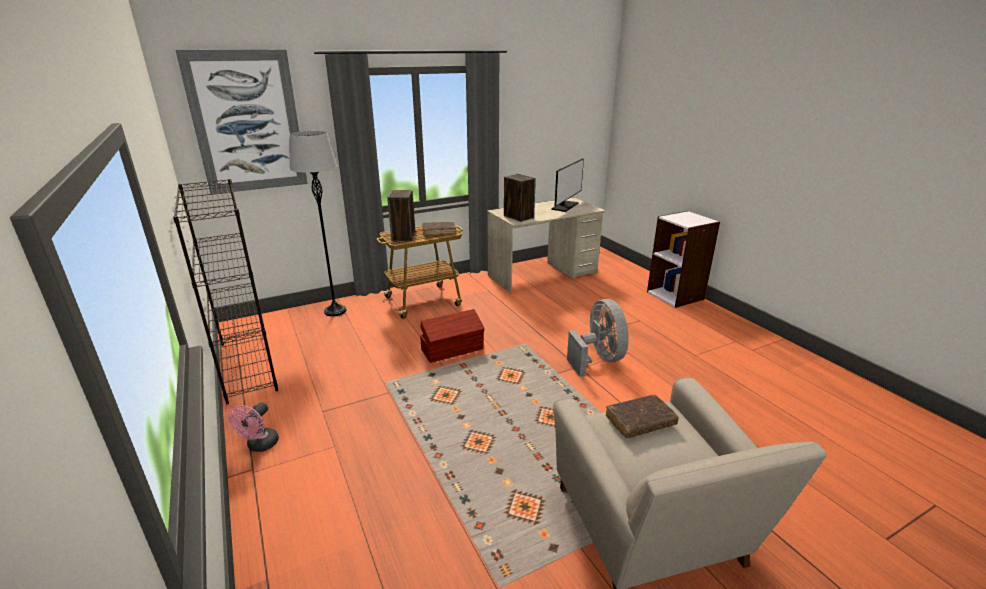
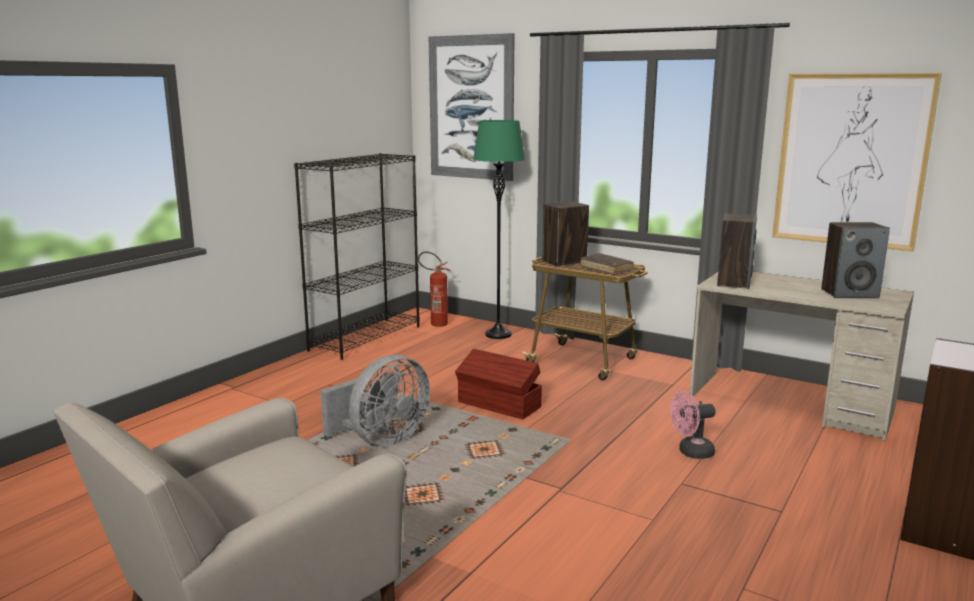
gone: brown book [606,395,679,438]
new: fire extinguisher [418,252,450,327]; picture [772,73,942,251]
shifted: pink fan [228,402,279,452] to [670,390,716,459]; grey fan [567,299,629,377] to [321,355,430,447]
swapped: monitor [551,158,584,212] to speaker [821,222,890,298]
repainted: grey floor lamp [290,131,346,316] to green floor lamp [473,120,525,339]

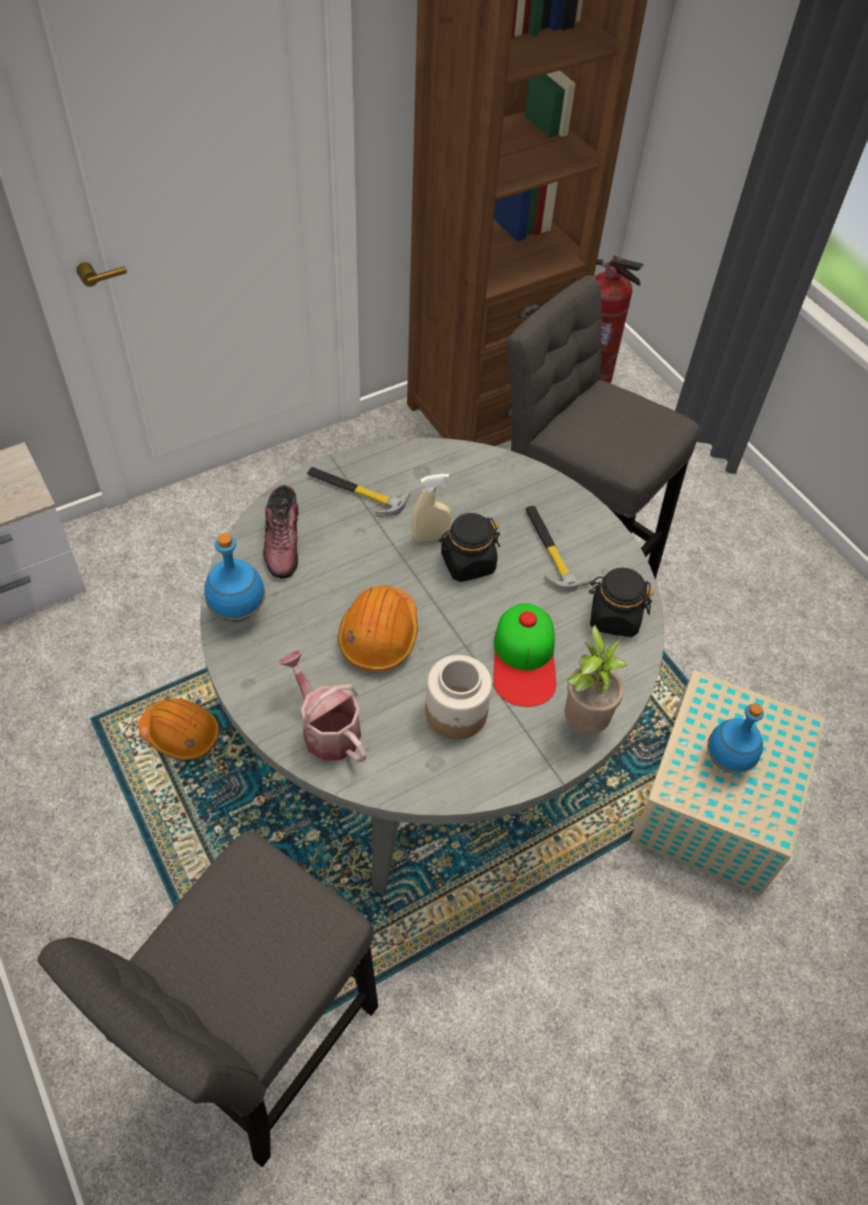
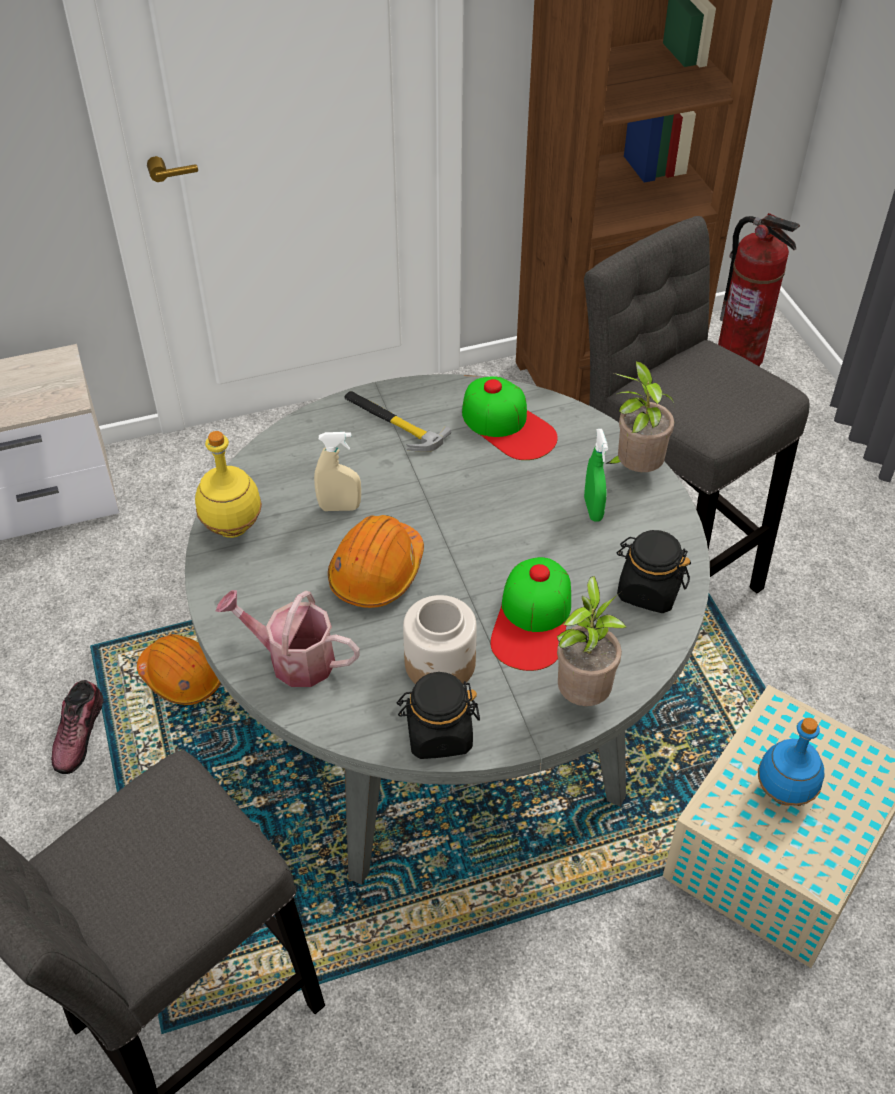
new: cap [462,376,558,460]; potted plant [605,361,675,472]
shifted: shoe [263,485,299,578] to [51,680,104,774]; beige spray bottle [411,474,451,542] to [314,432,361,511]; black jar [439,513,500,582] to [397,672,480,759]
swapped: hammer [525,506,591,592] to green spray bottle [584,429,608,522]
repainted: blue bottle [205,533,265,622] to yellow bottle [195,431,262,538]
rotated: watering can [279,650,366,762] = [216,590,360,687] 45 degrees counterclockwise

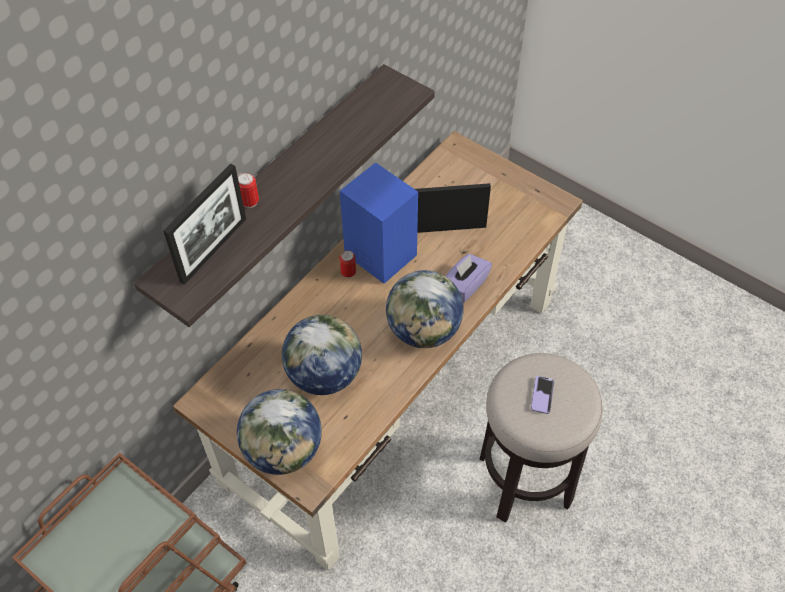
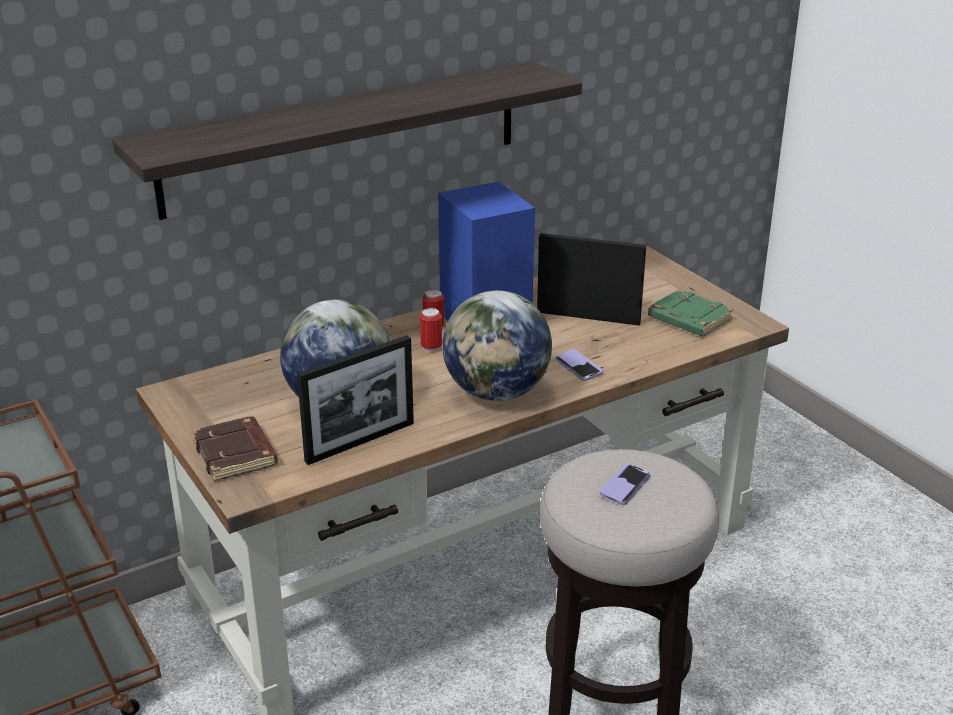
new: green book [648,289,733,336]
shifted: picture frame [163,163,246,285] to [297,335,414,465]; can [238,173,259,208] to [420,308,442,352]
swapped: globe [237,389,322,475] to brown book [192,416,278,481]; purple tissue box [446,254,492,303] to phone [555,349,603,381]

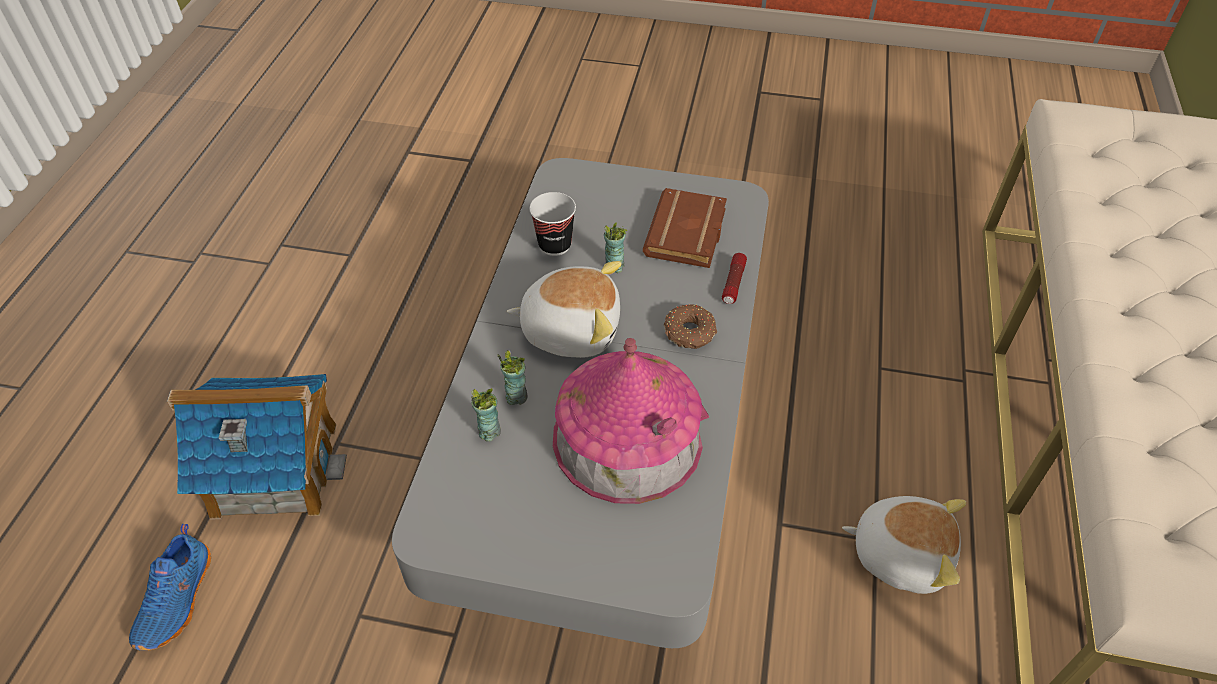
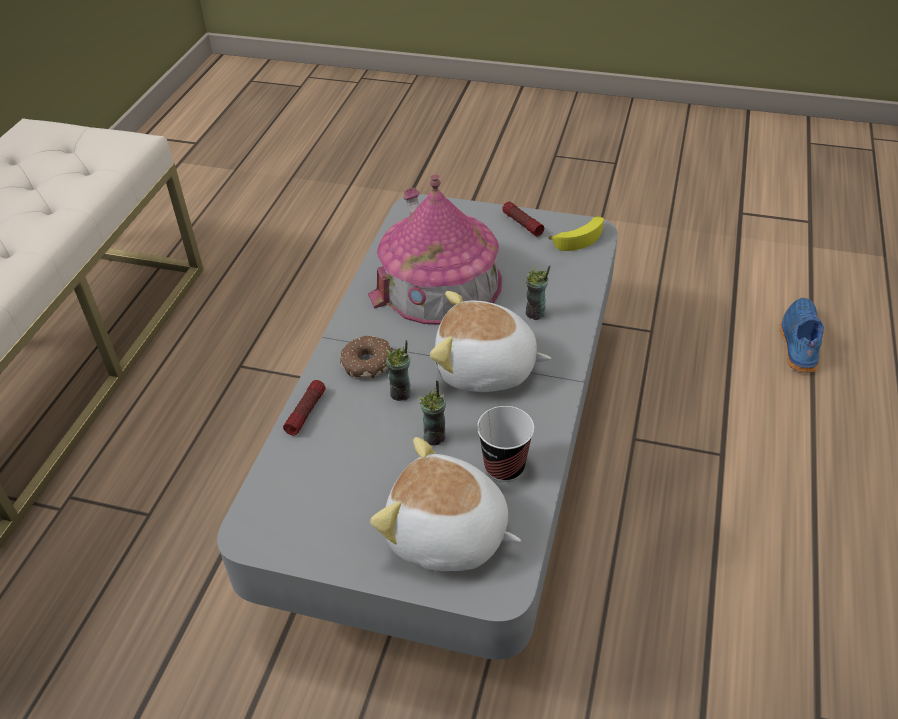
gone: toy house [167,374,347,520]; brown book [643,188,727,268]
new: flashlight [502,202,544,236]; banana [548,216,604,251]
shifted: cup [471,388,501,442] to [386,340,411,401]; plush toy [842,496,966,594] to [370,437,521,571]

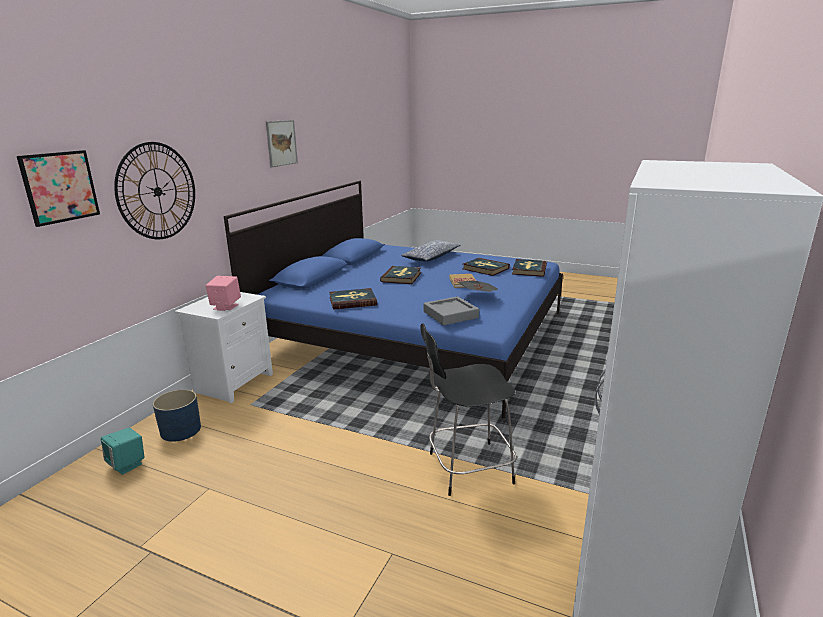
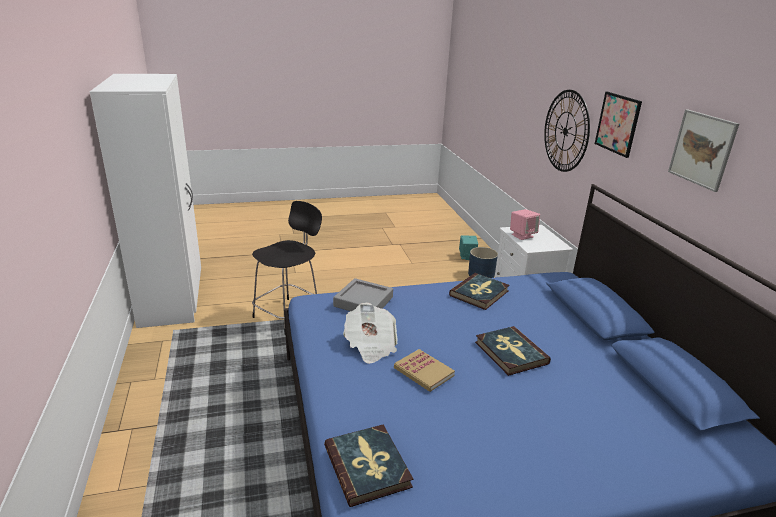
gone: pillow [401,240,460,261]; book [463,258,510,276]
shifted: picture [17,150,100,227] to [595,92,642,158]

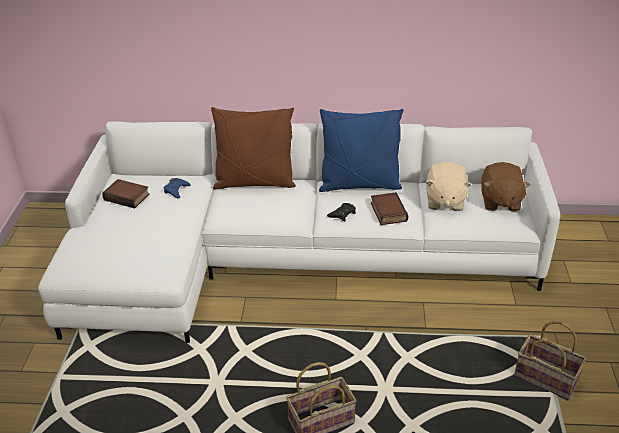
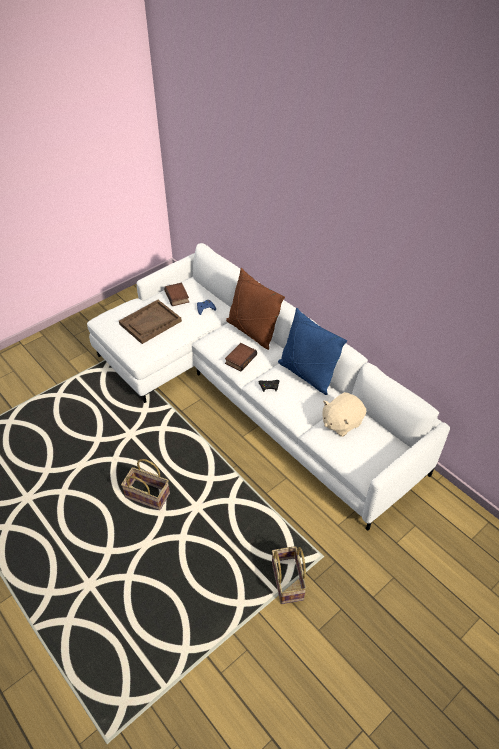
gone: brown plush toy [481,162,530,211]
new: brown tray [119,300,182,344]
shifted: book [371,192,408,225] to [225,343,257,371]

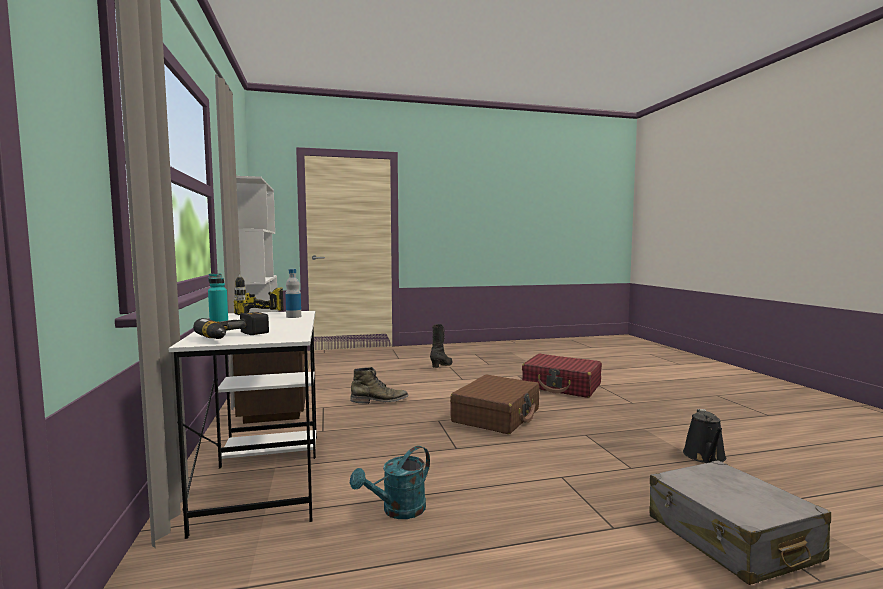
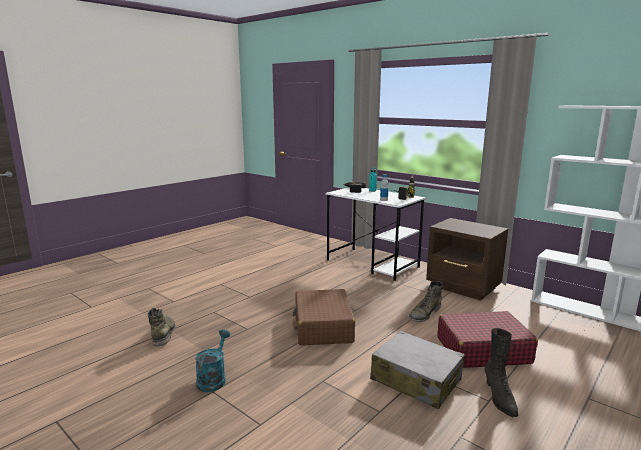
shifted: turquoise watering can [350,446,430,519] to [195,329,230,392]; red suitcase [522,354,602,398] to [437,311,538,368]; grey suitcase [650,460,831,585] to [370,330,465,409]
swapped: black watering can [683,409,727,463] to green boot [147,308,176,346]

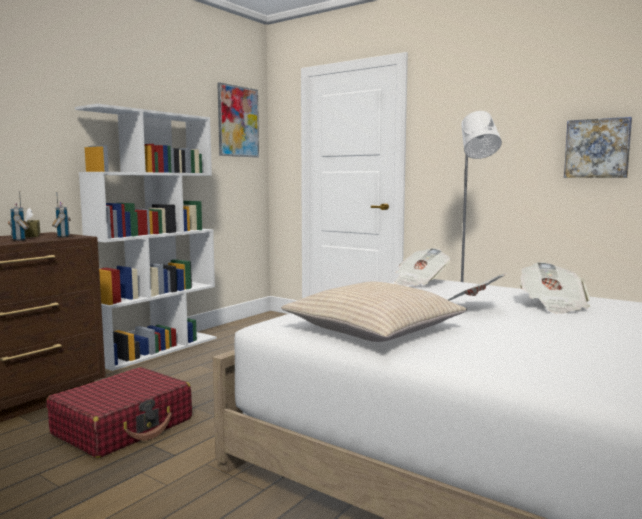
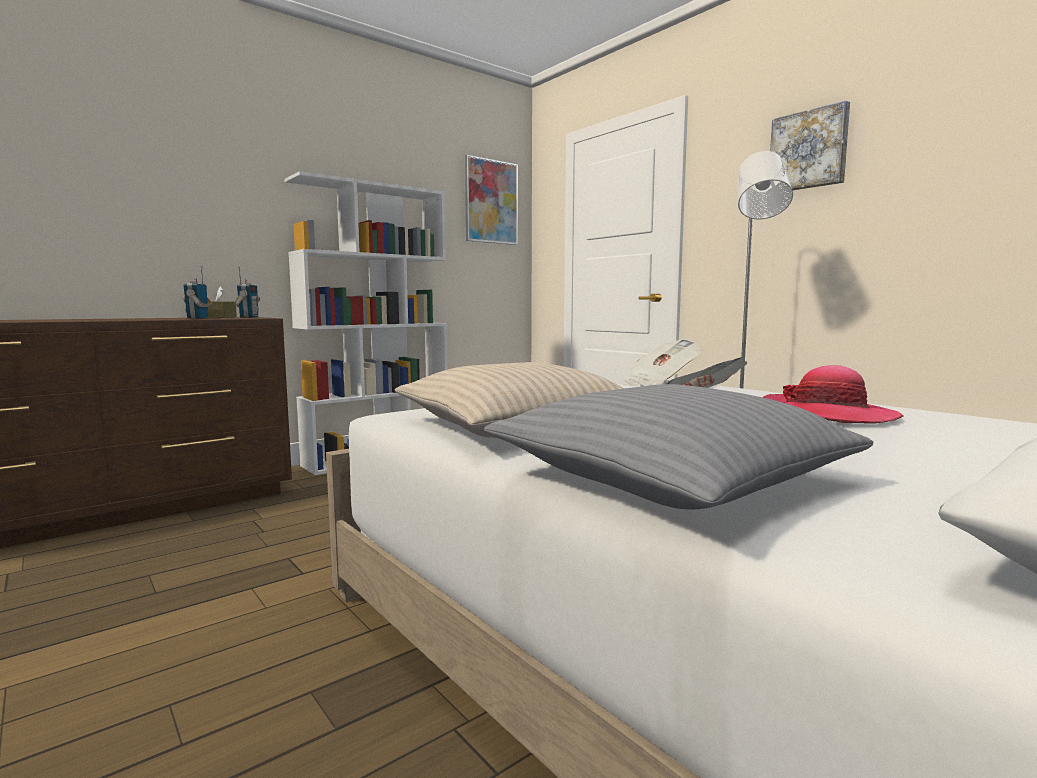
gone: red suitcase [46,367,192,458]
new: grey pillow [484,384,873,510]
shifted: picture [564,117,632,178] to [770,101,850,190]
swapped: newspaper [520,262,590,314] to hat [763,365,903,423]

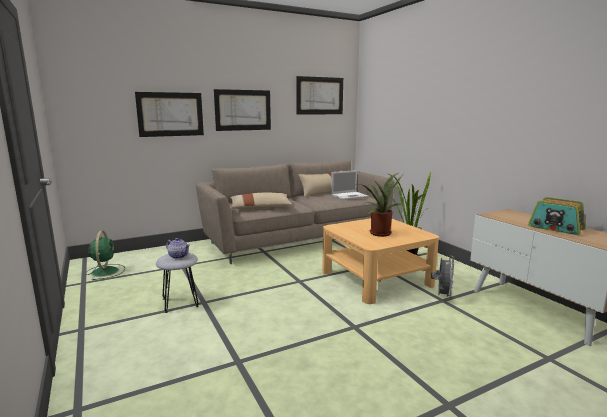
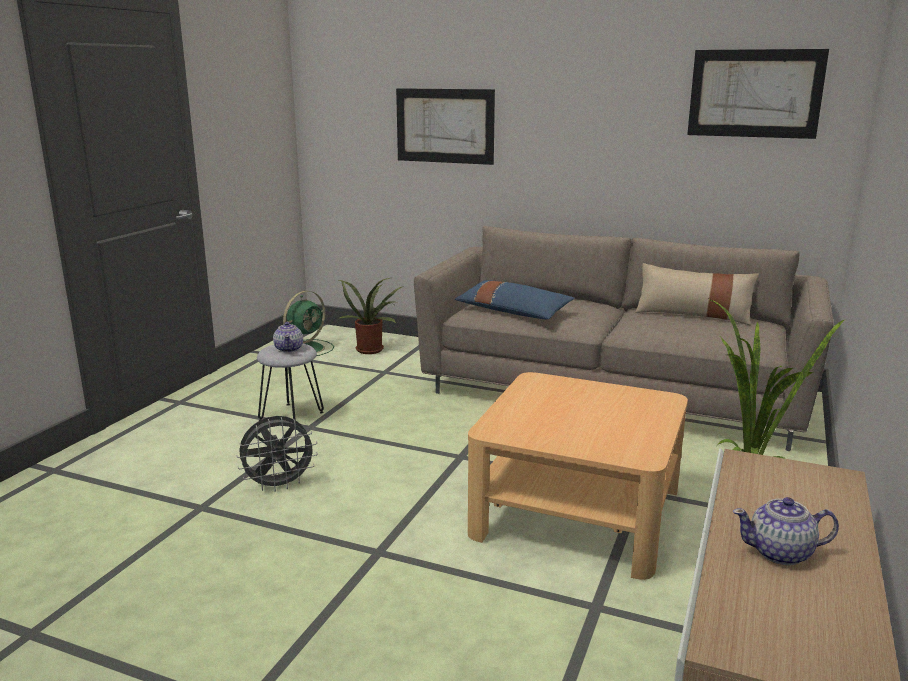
gone: picture [214,89,271,131]; laptop [331,170,368,200]
shifted: potted plant [359,173,407,237] to [339,278,404,354]; grey fan [431,256,454,300] to [236,416,318,492]
swapped: radio [528,197,585,235] to teapot [732,497,839,565]
repainted: beige pillow [230,192,292,209] to blue pillow [455,280,575,319]

